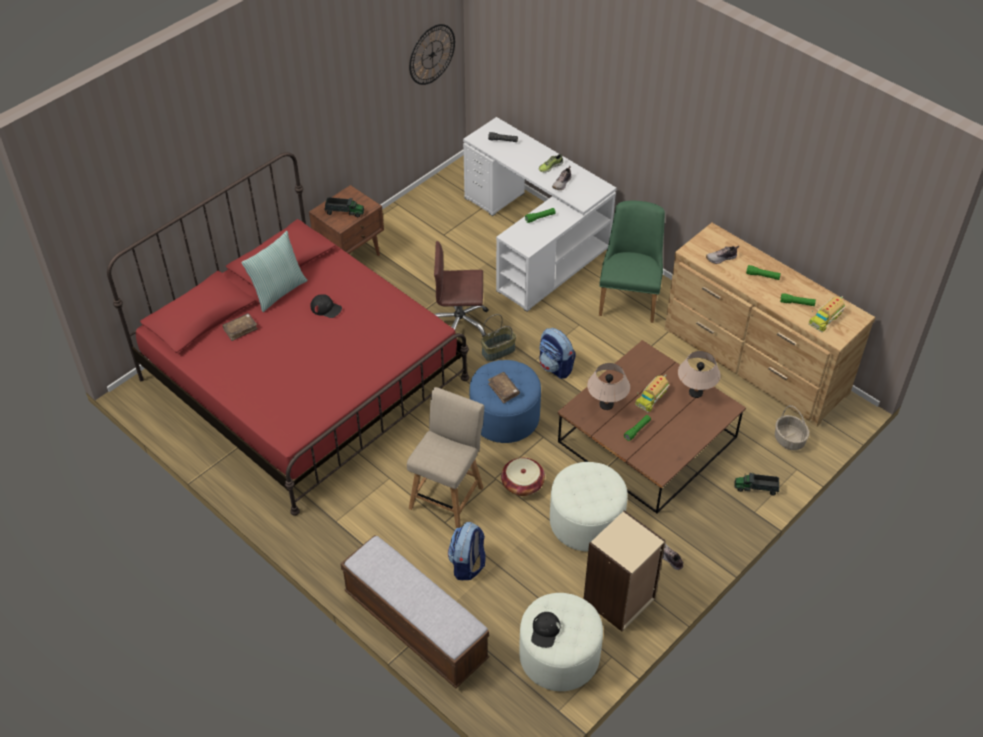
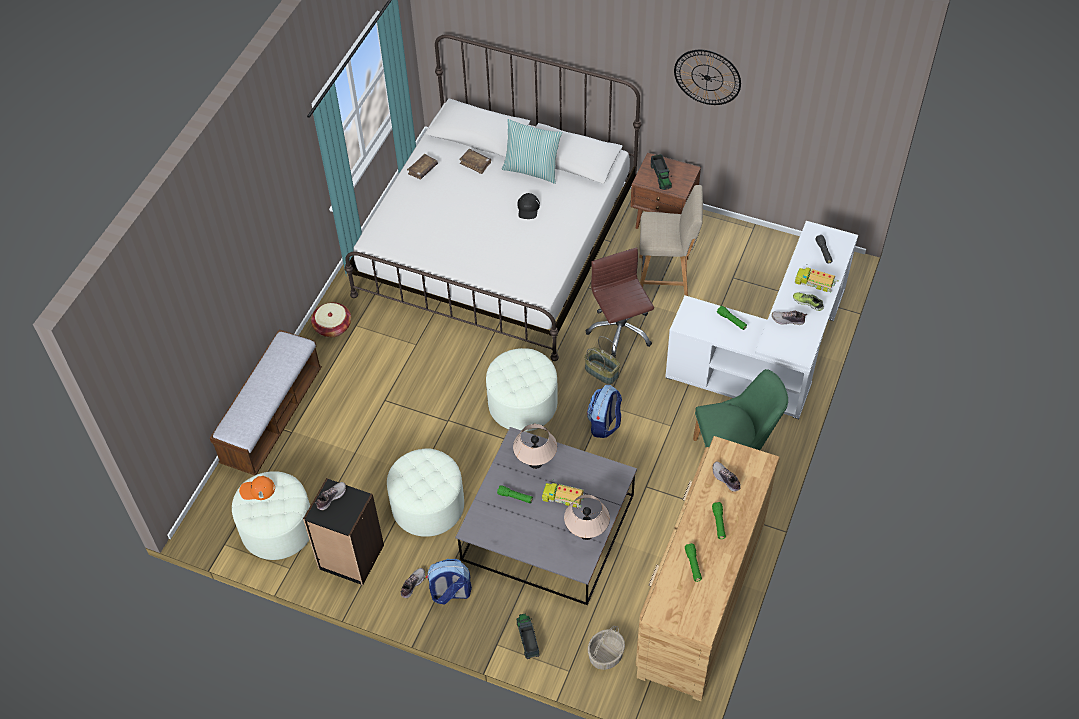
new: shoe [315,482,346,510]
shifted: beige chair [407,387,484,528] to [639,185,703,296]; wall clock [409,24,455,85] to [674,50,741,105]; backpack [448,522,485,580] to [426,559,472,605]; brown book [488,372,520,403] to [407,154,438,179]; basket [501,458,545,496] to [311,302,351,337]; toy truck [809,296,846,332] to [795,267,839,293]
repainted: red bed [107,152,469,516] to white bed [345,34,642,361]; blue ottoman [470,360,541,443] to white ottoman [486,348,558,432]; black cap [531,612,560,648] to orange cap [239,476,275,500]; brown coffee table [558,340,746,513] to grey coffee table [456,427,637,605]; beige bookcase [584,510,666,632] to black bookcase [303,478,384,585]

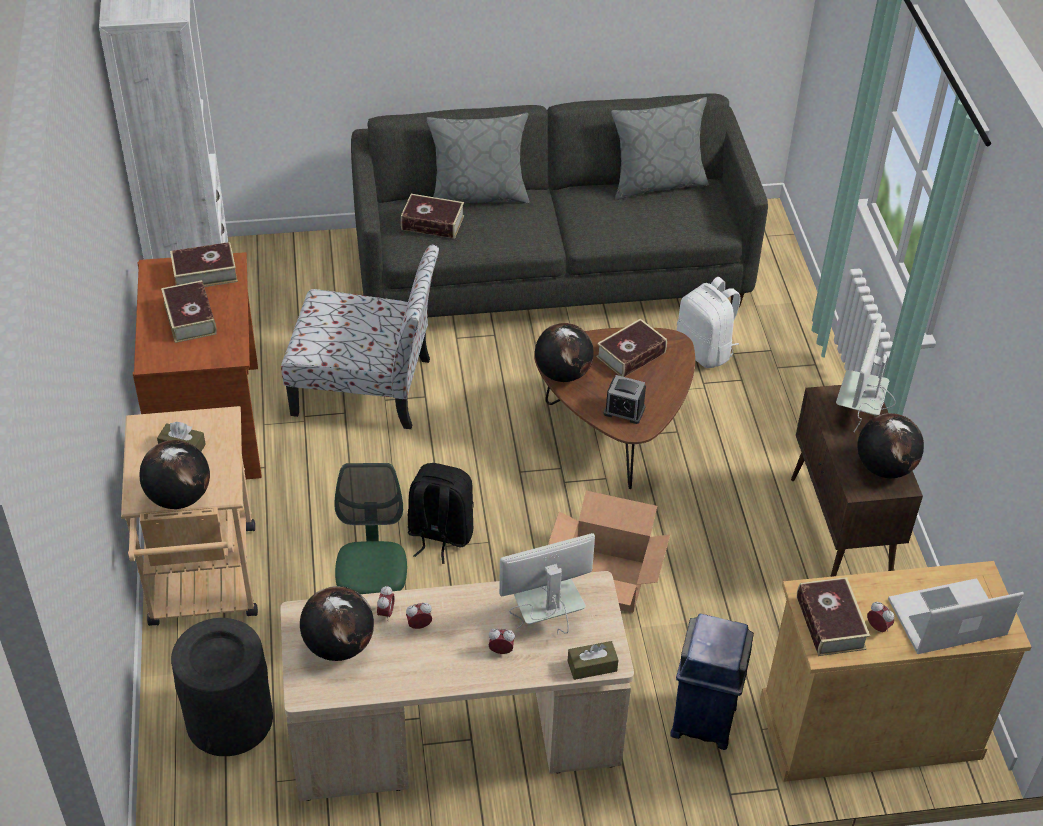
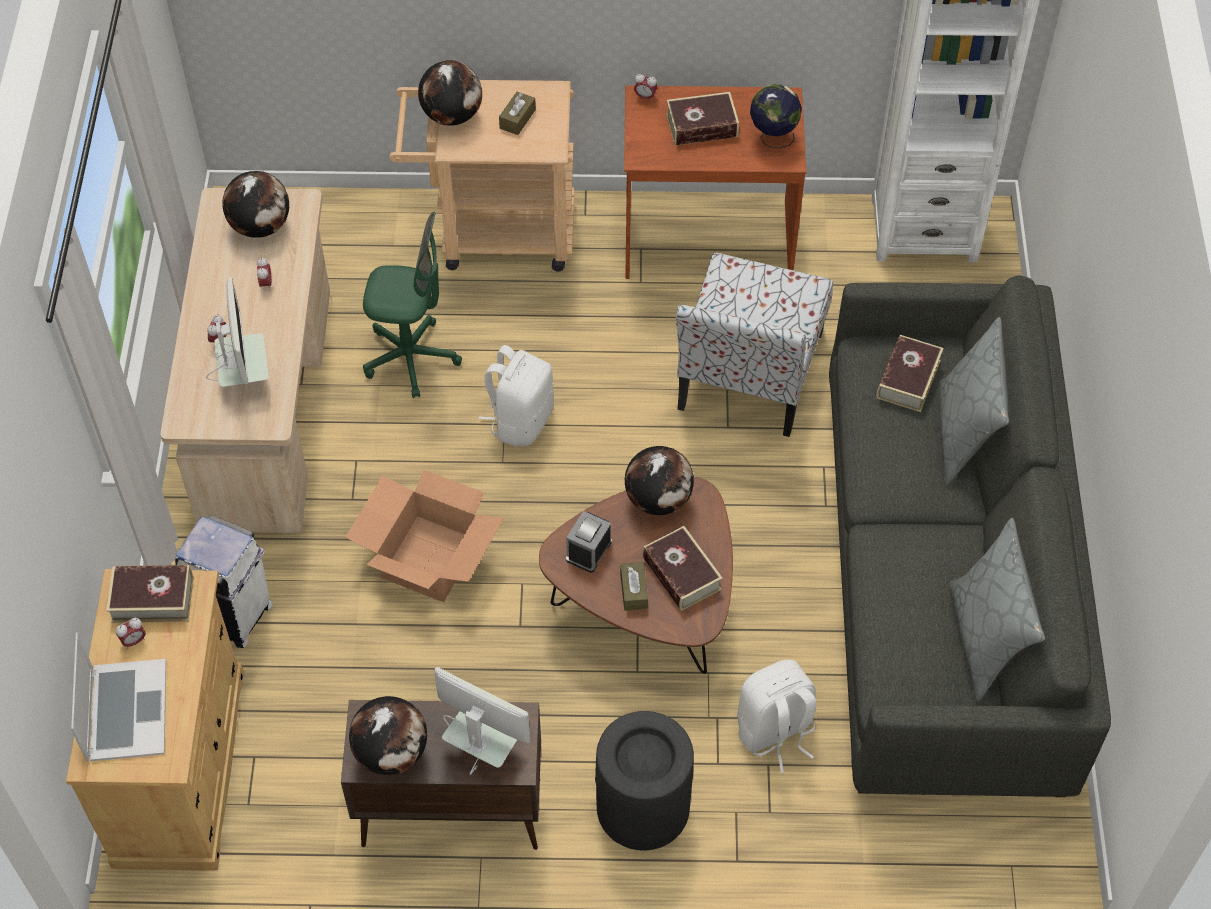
shifted: black trash can [171,618,273,756] to [595,711,694,851]; alarm clock [377,586,395,619] to [634,73,657,102]; brown tissue box [568,641,618,680] to [620,562,648,611]
swapped: book [170,242,238,287] to globe [750,84,802,148]
repainted: black backpack [408,463,474,564] to white backpack [479,345,554,446]; blue trash can [670,614,754,750] to white trash can [175,515,273,648]

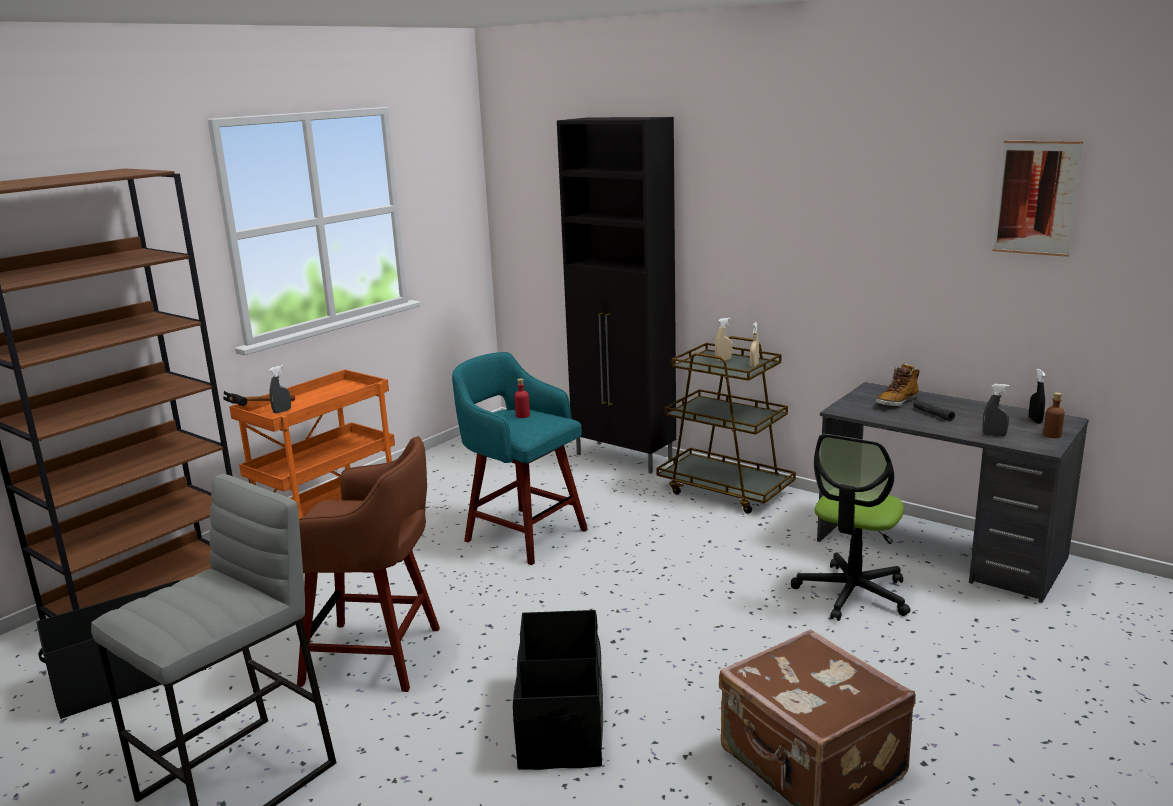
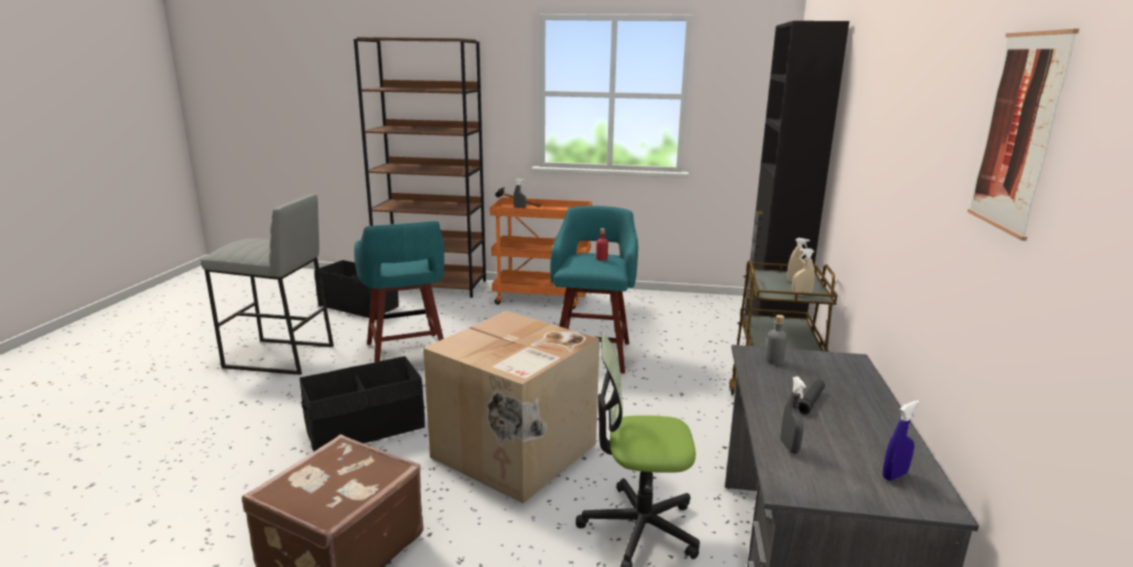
gone: boot [876,363,919,407]; brown bottle [1043,392,1065,438]
new: cardboard box [423,311,600,503]; grey bottle [765,315,787,365]
repainted: brown stool [297,436,440,692] to turquoise stool [354,221,444,362]; black spray bottle [1029,369,1046,424] to blue spray bottle [883,400,920,480]

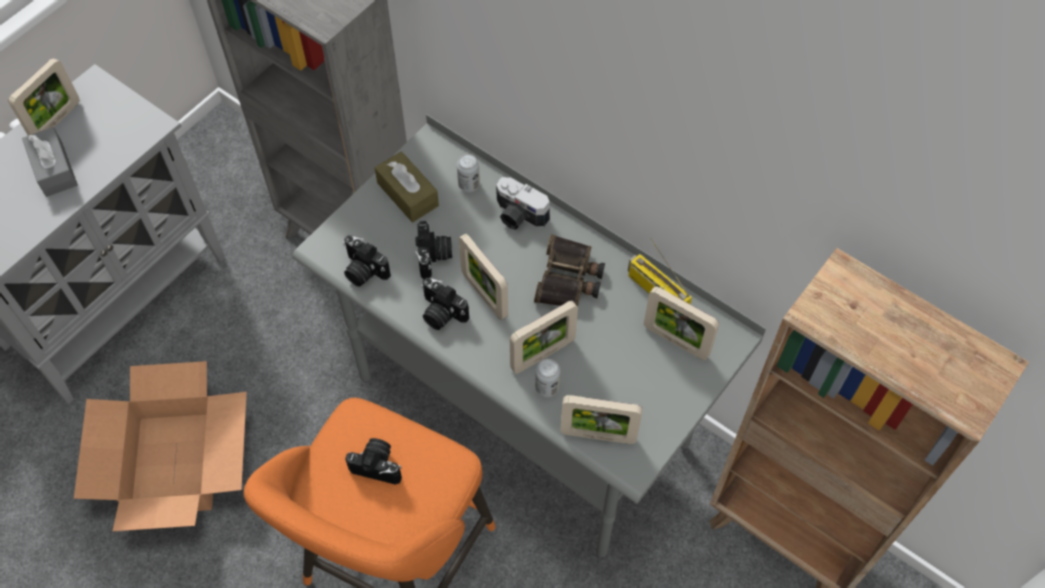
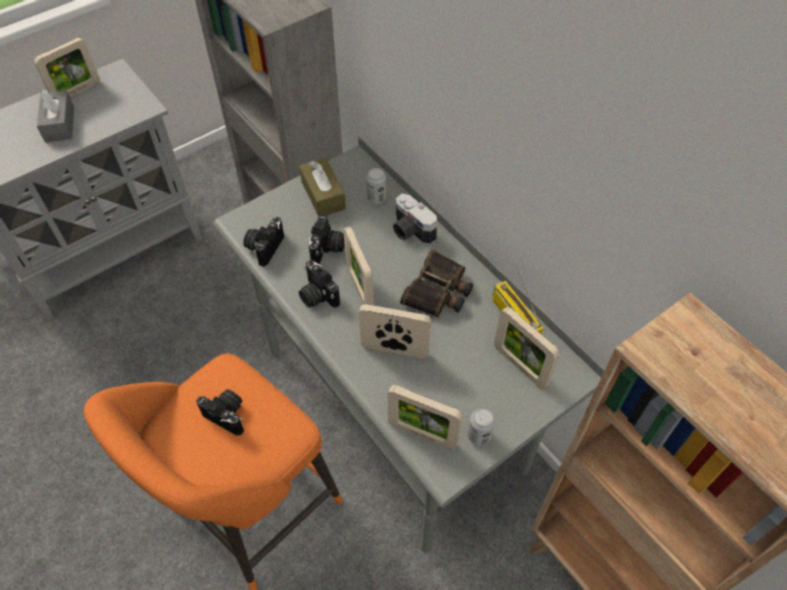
gone: cardboard box [74,361,247,531]
shifted: can [535,359,560,397] to [468,408,495,446]
rotated: photo camera [343,236,391,287] = [243,217,284,267] 60 degrees clockwise; picture frame [510,301,578,374] = [359,304,431,358] 150 degrees counterclockwise

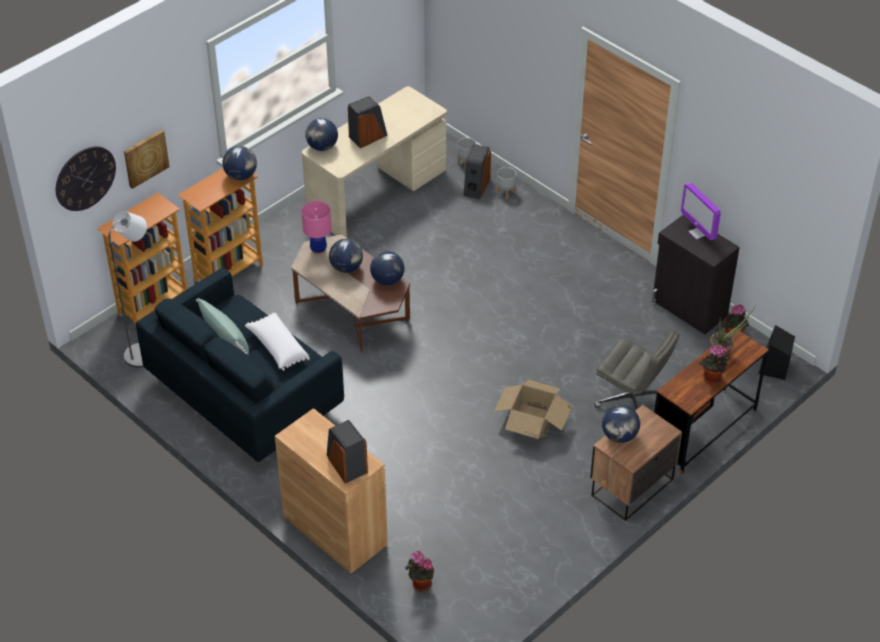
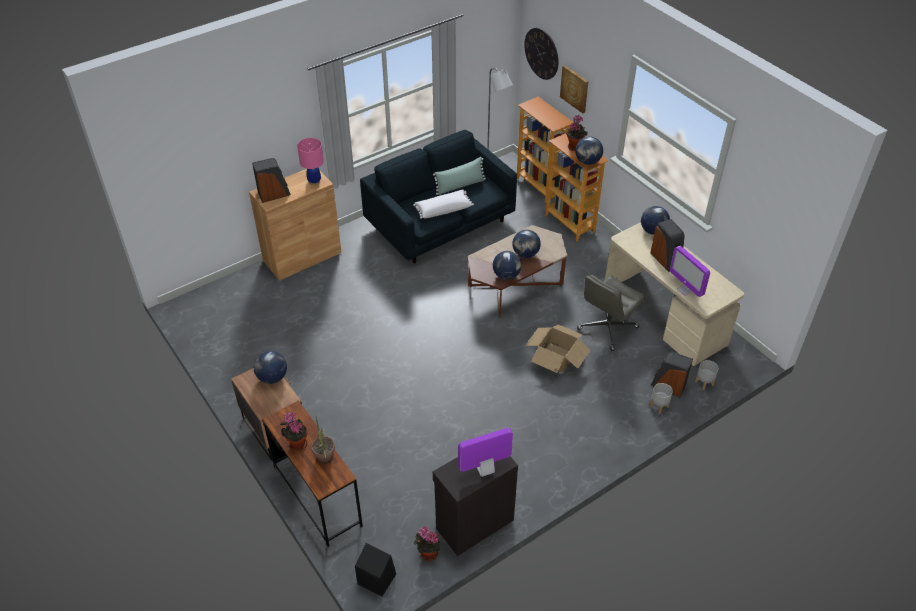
new: monitor [670,246,710,297]
shifted: pink table lamp [302,201,331,255] to [297,138,324,185]; potted plant [405,551,434,592] to [566,115,588,151]; cardboard box [494,380,572,439] to [525,324,591,373]; grey office chair [594,331,679,409] to [577,275,645,351]

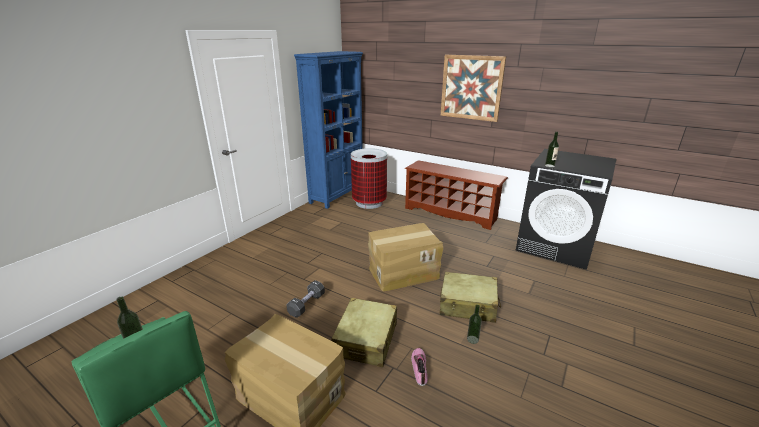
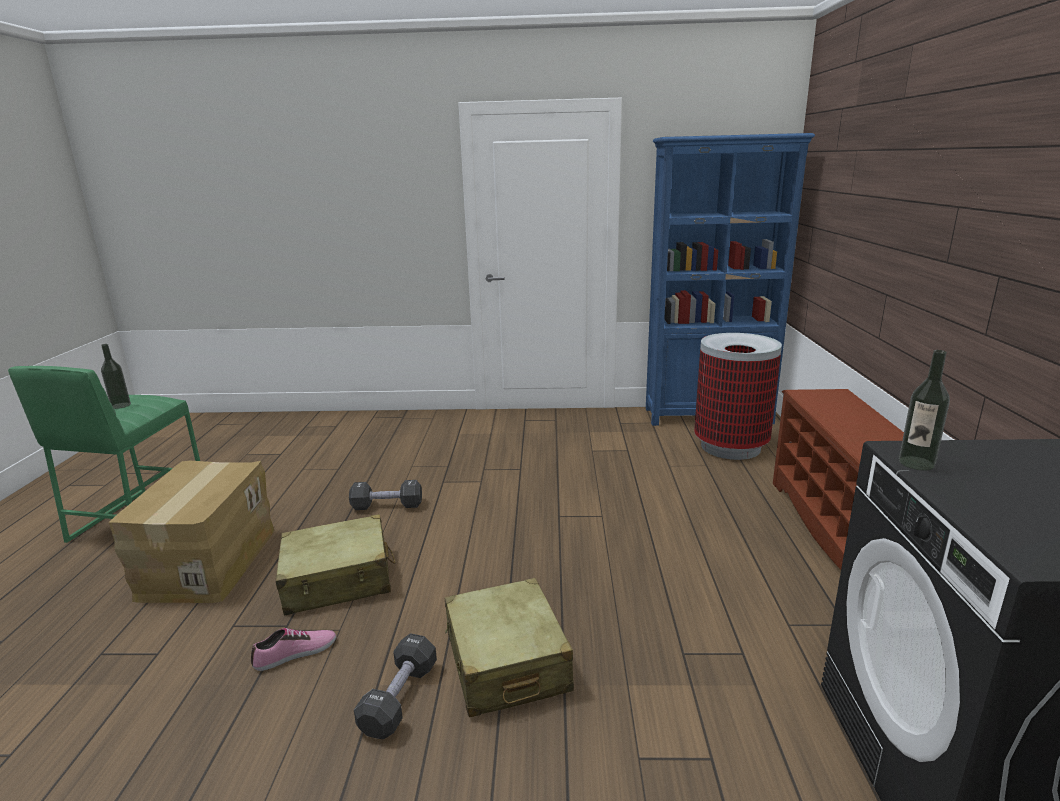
gone: cardboard box [368,223,443,292]; picture [441,55,506,122]
swapped: bottle [467,305,482,344] to black dumbbell [354,633,437,739]

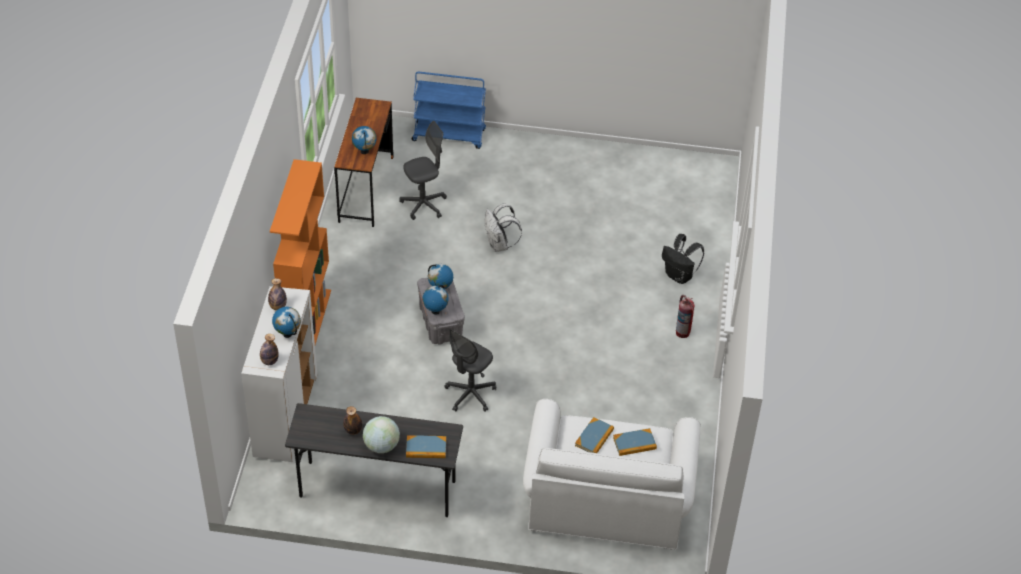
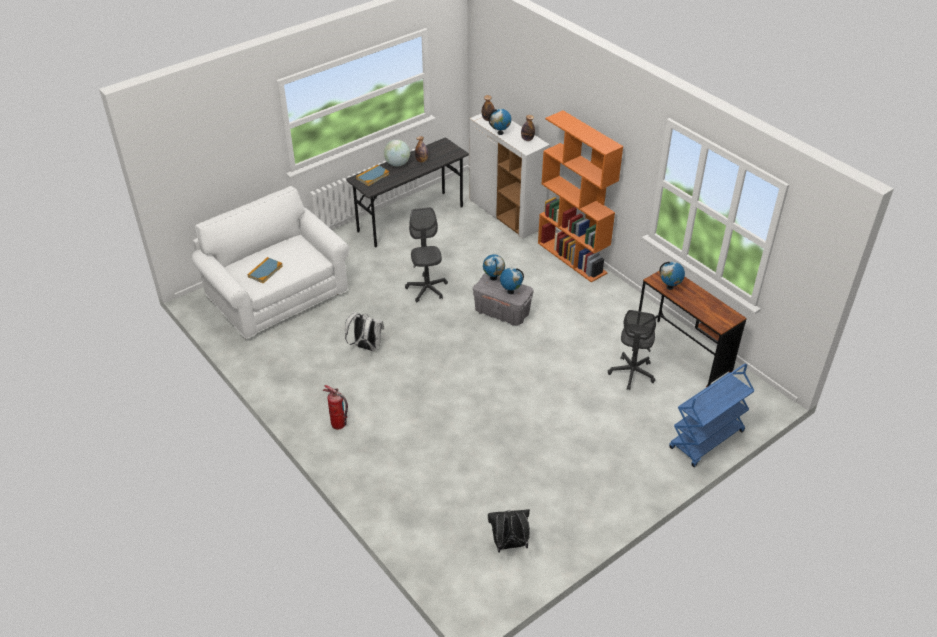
gone: book [575,417,614,453]
shifted: white backpack [484,203,522,252] to [345,312,384,351]; black backpack [662,234,704,284] to [488,509,530,553]

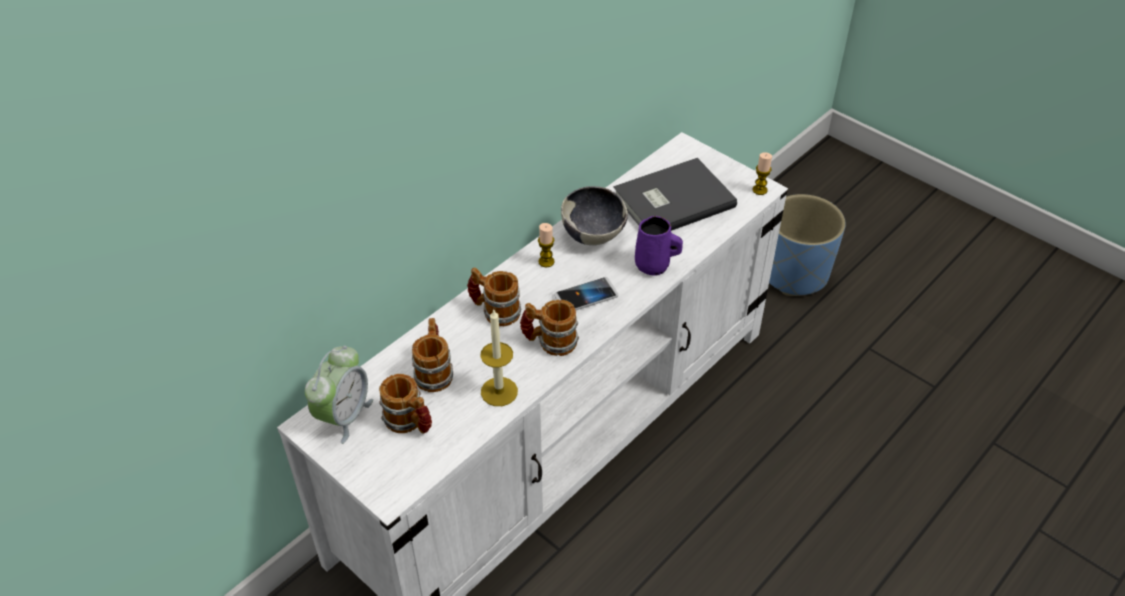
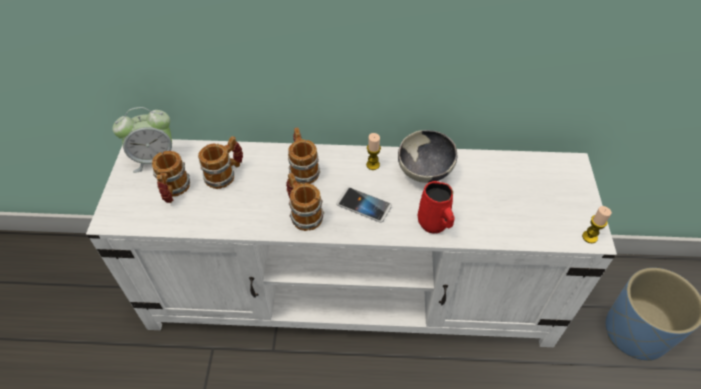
gone: candle [480,310,518,406]; grey book [613,158,737,231]
repainted: purple mug [635,216,683,276] to red mug [418,181,455,234]

